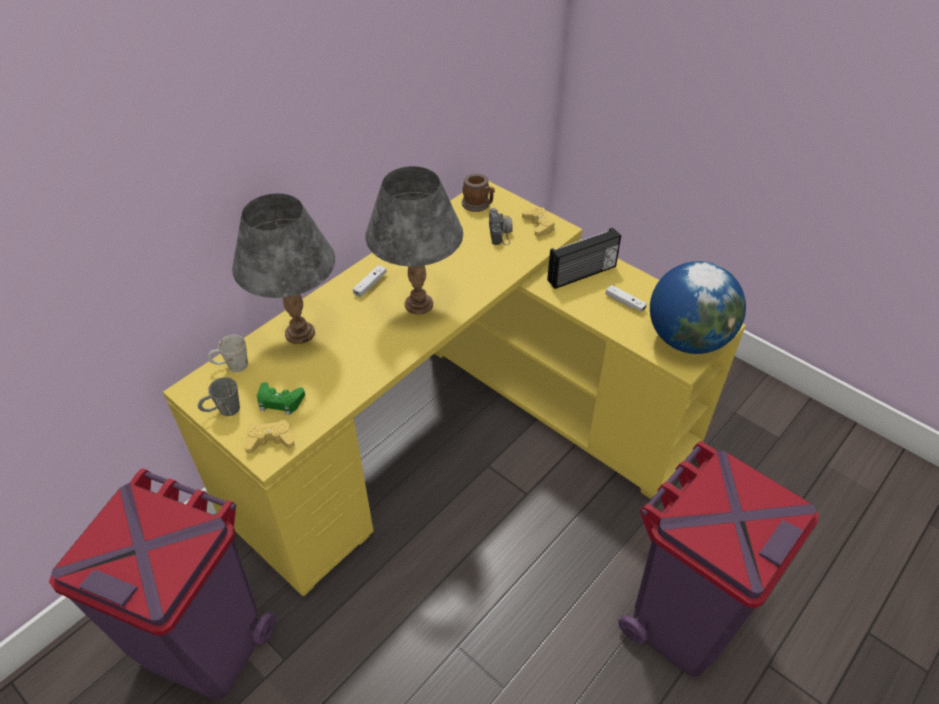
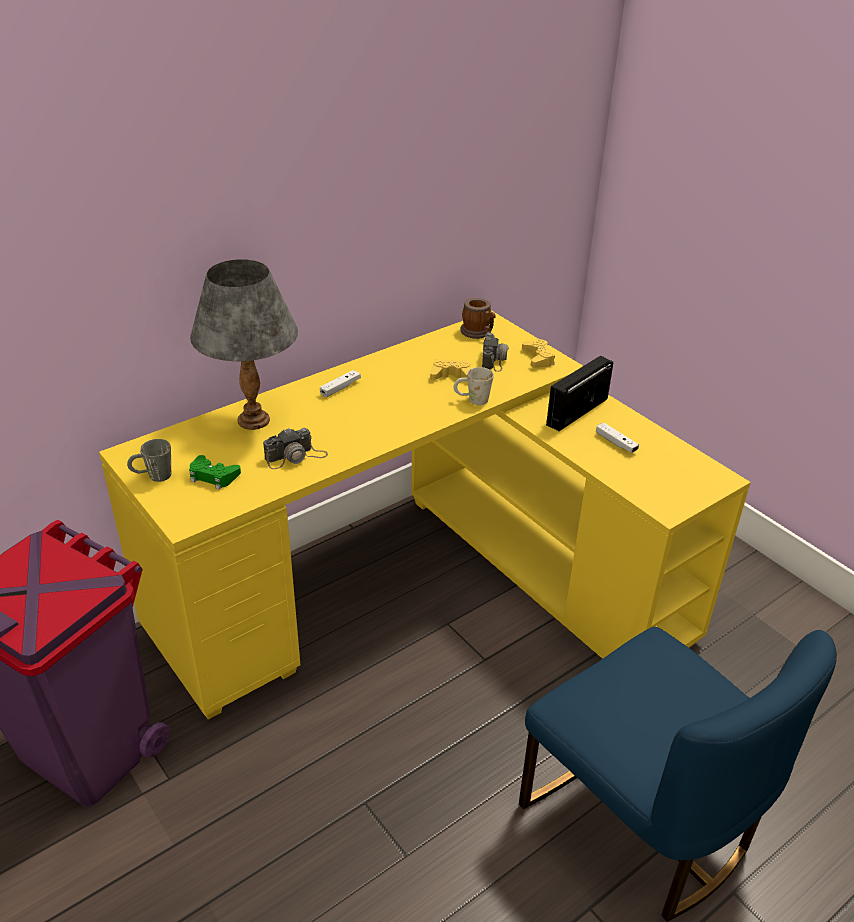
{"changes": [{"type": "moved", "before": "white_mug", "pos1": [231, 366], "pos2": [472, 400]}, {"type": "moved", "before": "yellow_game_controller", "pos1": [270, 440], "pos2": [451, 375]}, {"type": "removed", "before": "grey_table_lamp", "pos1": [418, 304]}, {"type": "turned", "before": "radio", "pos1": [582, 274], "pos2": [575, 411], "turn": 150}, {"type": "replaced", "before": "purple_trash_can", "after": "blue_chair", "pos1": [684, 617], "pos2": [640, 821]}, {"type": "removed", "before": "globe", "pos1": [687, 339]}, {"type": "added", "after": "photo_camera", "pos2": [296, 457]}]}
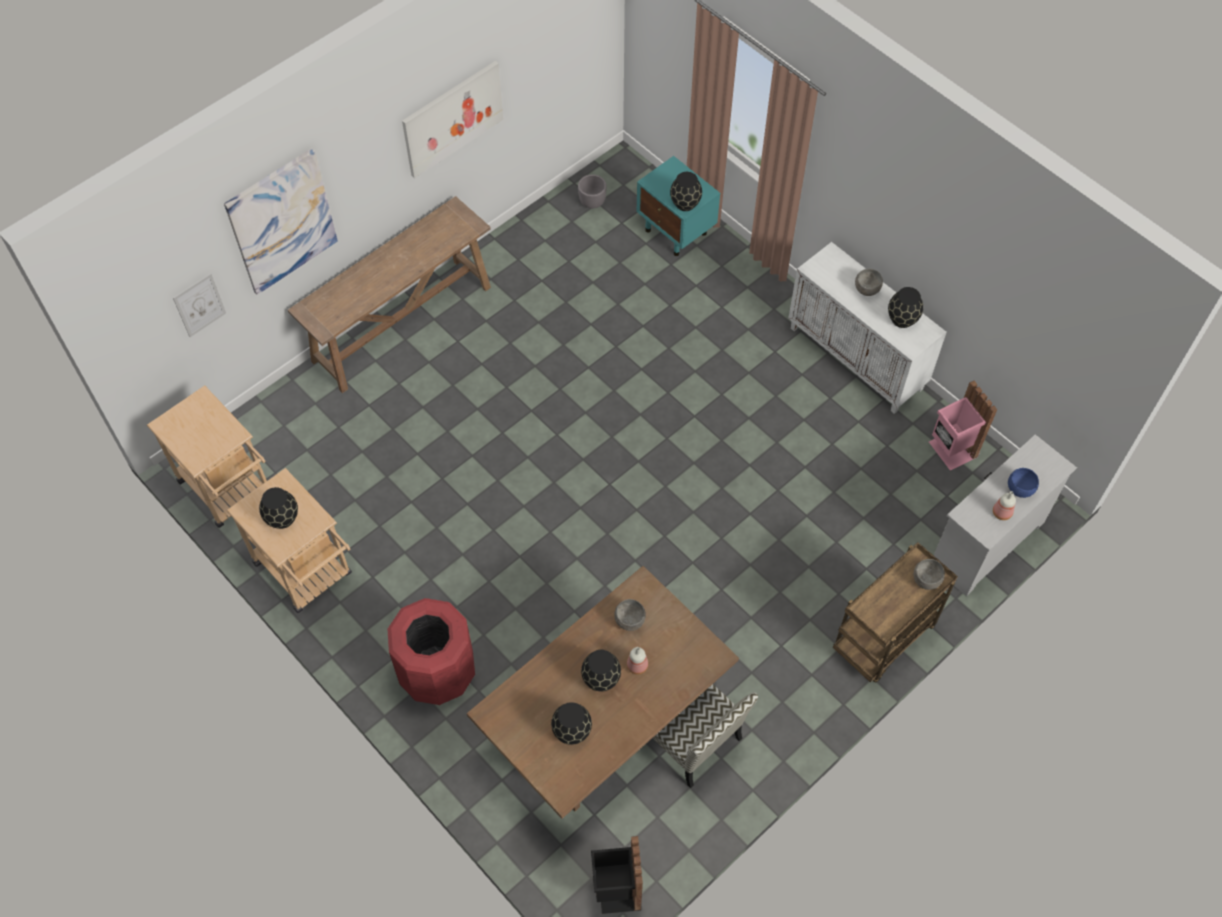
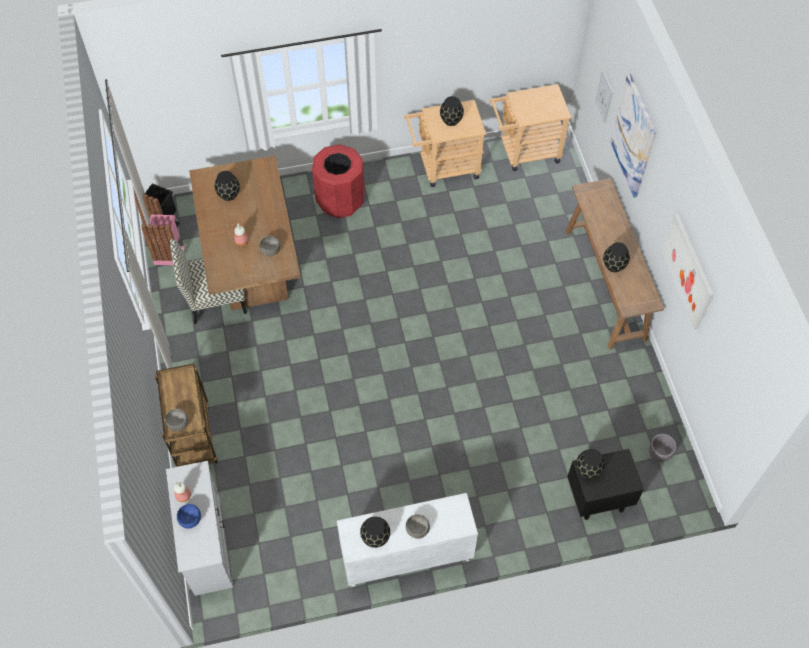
{"changes": [{"type": "moved", "before": "black_vase", "pos1": [601, 679], "pos2": [613, 265]}, {"type": "recoloured", "before": "turquoise_nightstand", "after": "black_nightstand", "pos1": [676, 232], "pos2": [597, 498]}, {"type": "moved", "before": "pink_trash_can", "pos1": [951, 450], "pos2": [169, 254]}]}
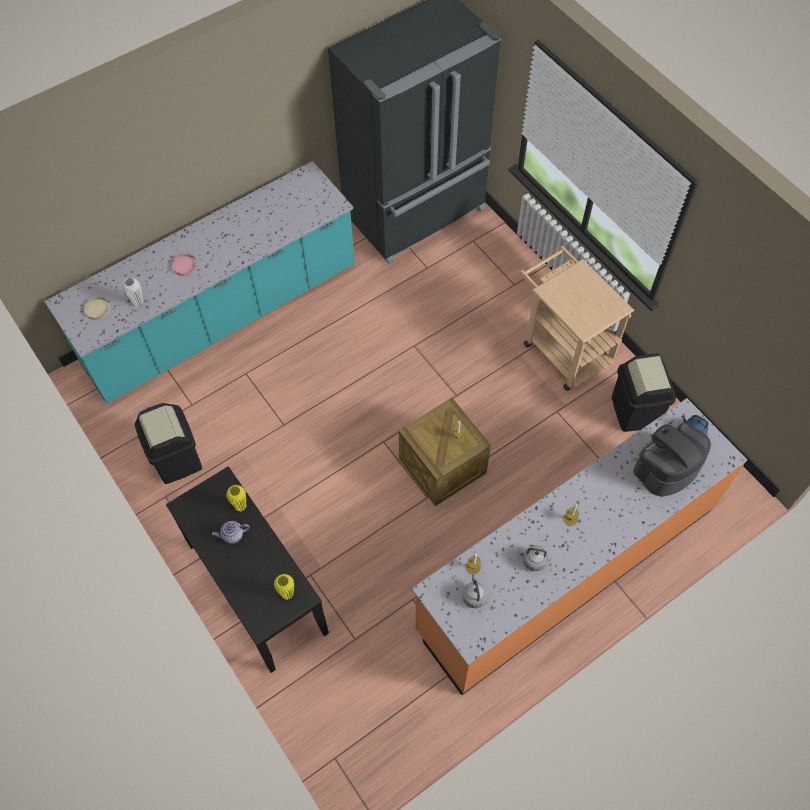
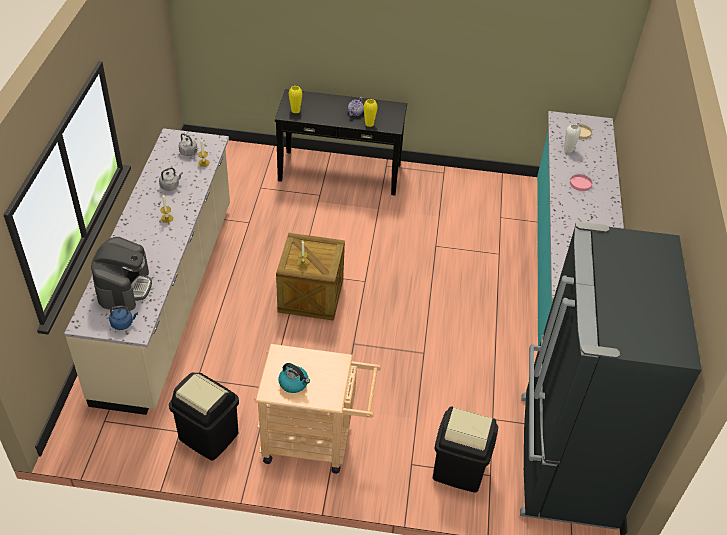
{"changes": [{"type": "moved", "before": "black_trash_can", "pos1": [176, 459], "pos2": [459, 469]}, {"type": "recoloured", "before": "orange_counter", "after": "beige_counter", "pos1": [566, 567], "pos2": [168, 298]}, {"type": "added", "after": "kettle", "pos2": [294, 383]}]}
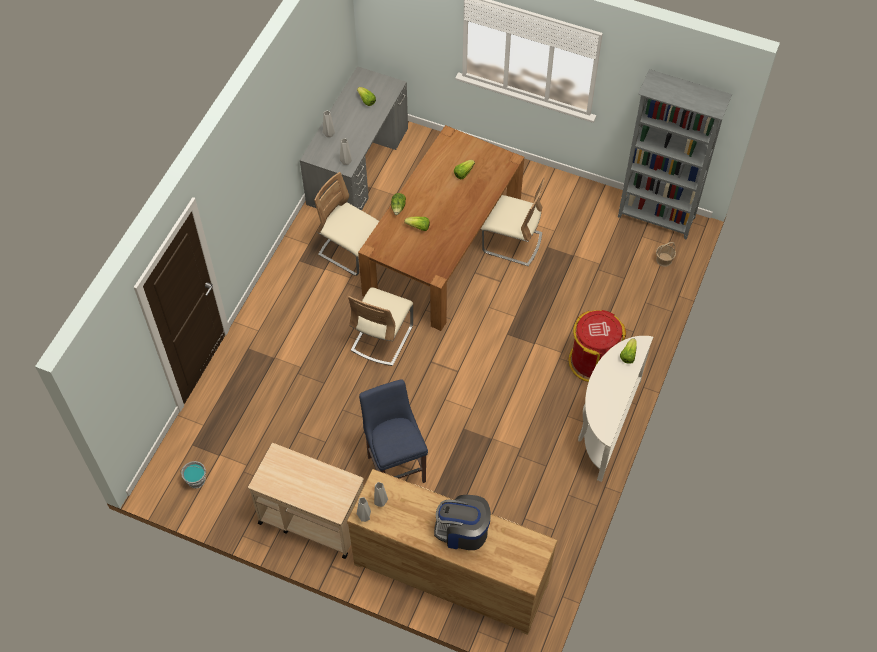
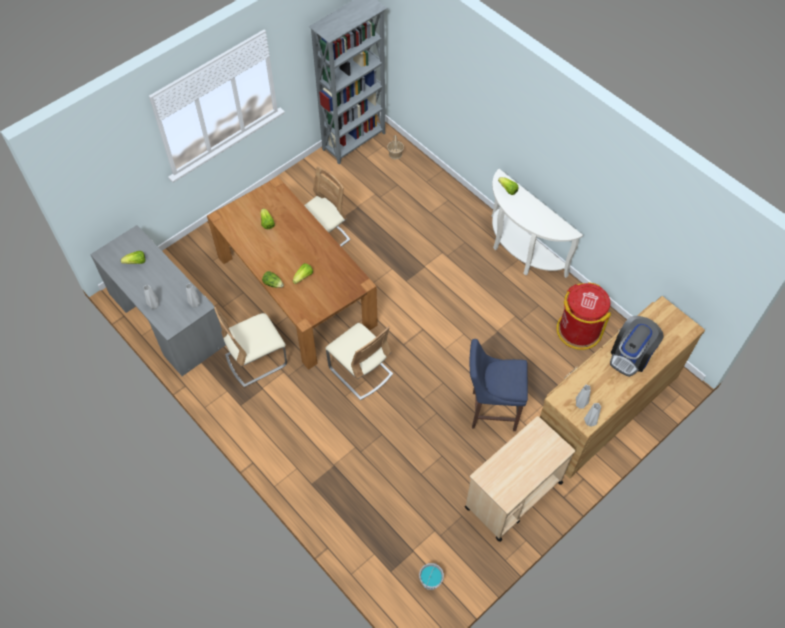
{"changes": [{"type": "moved", "before": "red_trash_can", "pos1": [592, 361], "pos2": [578, 330]}]}
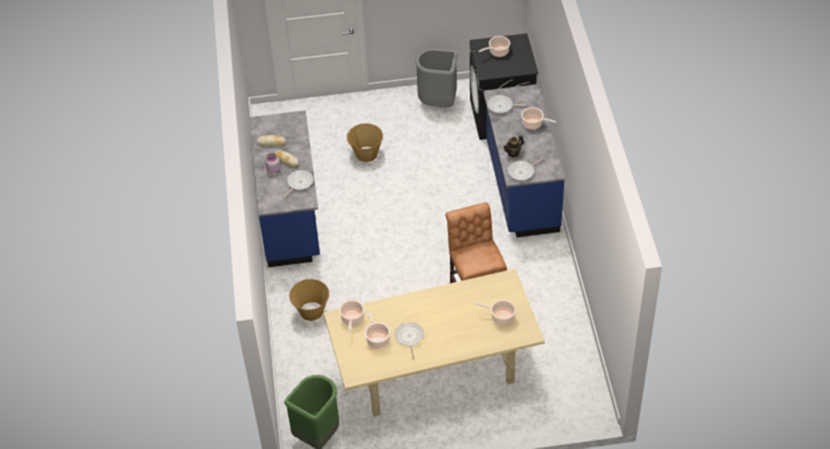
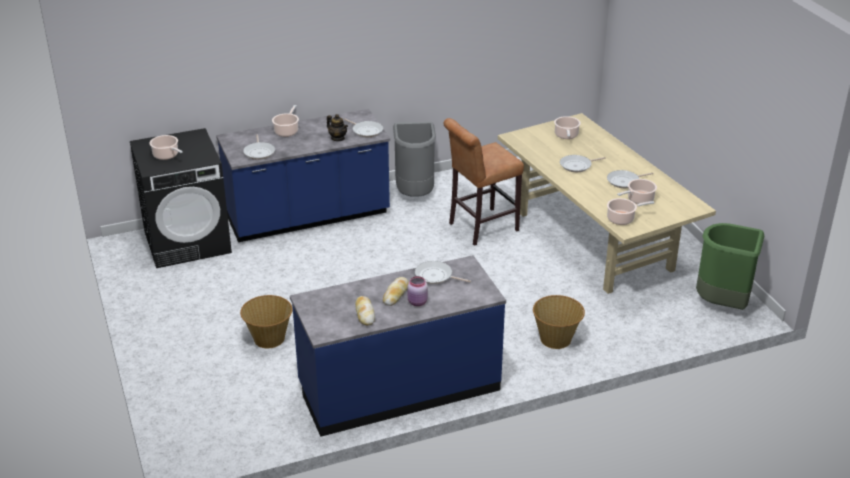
{"changes": [{"type": "moved", "before": "grey_trash_can", "pos1": [438, 103], "pos2": [415, 193]}, {"type": "added", "after": "frying_pan", "pos2": [577, 166]}]}
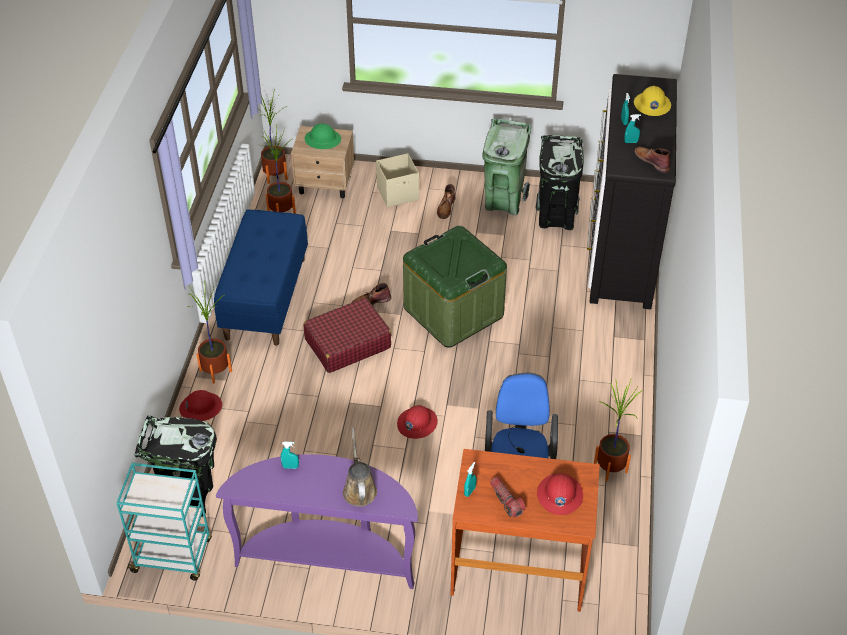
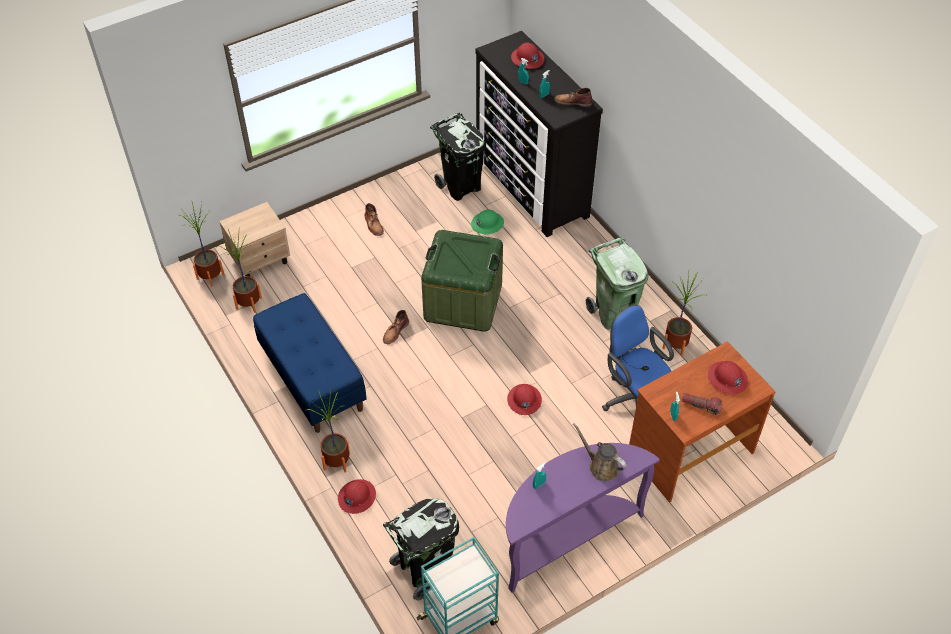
{"changes": [{"type": "removed", "before": "red_suitcase", "pos1": [347, 343]}, {"type": "moved", "before": "green_hard_hat", "pos1": [323, 139], "pos2": [487, 223]}, {"type": "removed", "before": "beige_storage_box", "pos1": [398, 194]}, {"type": "moved", "before": "green_trash_can", "pos1": [503, 202], "pos2": [613, 313]}, {"type": "recoloured", "before": "yellow_hard_hat", "after": "red_hard_hat", "pos1": [651, 105], "pos2": [527, 59]}]}
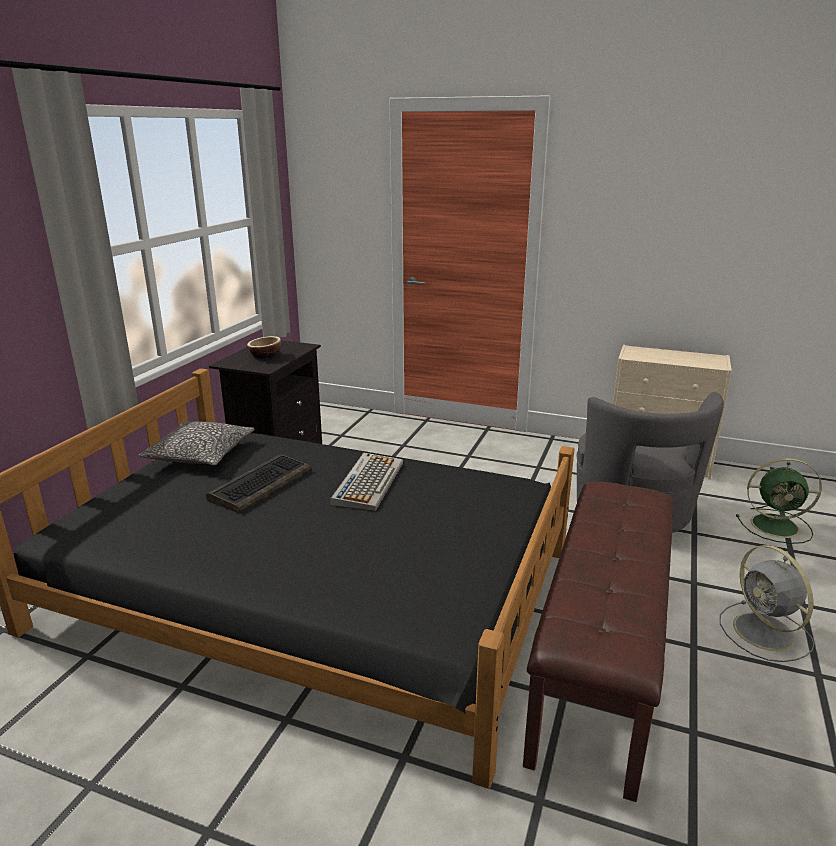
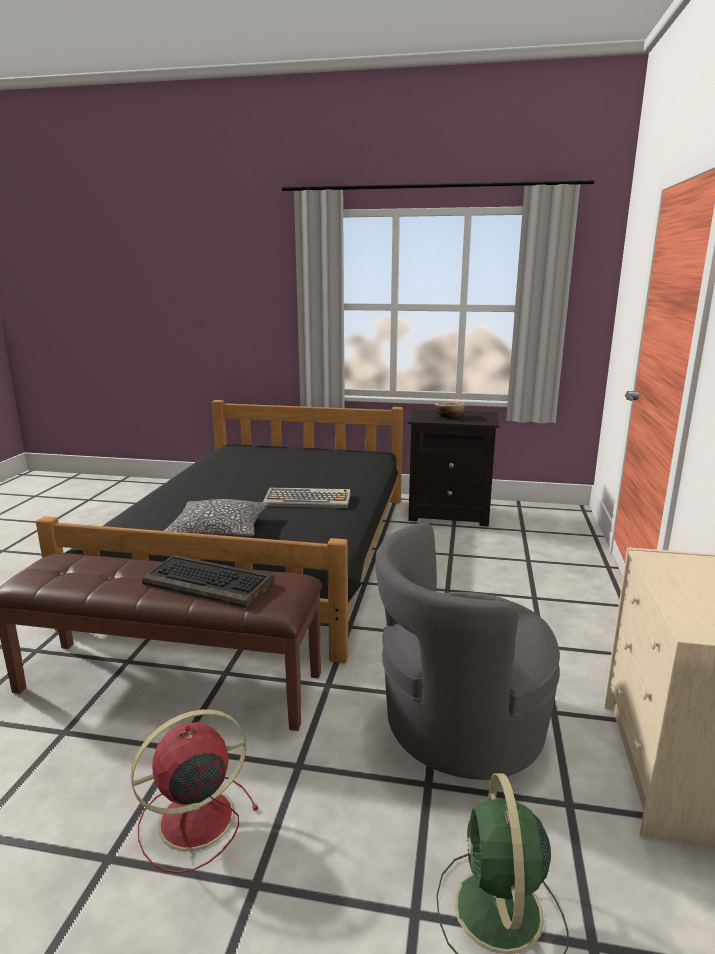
{"changes": [{"type": "moved", "before": "pillow", "pos1": [200, 454], "pos2": [219, 531]}, {"type": "moved", "before": "keyboard", "pos1": [261, 484], "pos2": [210, 583]}, {"type": "recoloured", "before": "grey_fan", "after": "red_fan", "pos1": [765, 633], "pos2": [193, 820]}]}
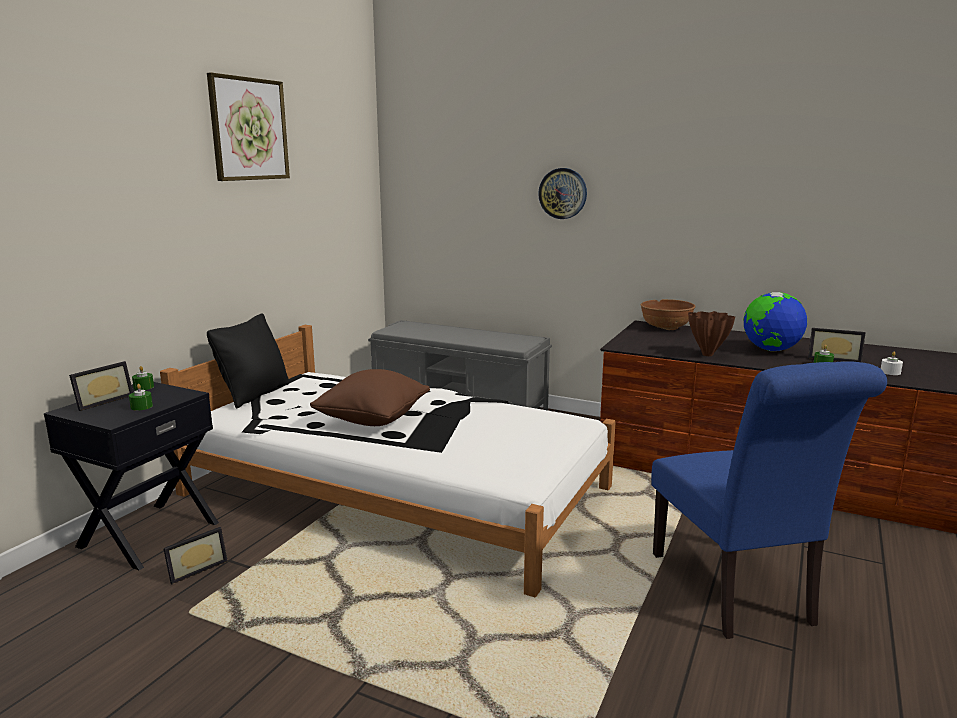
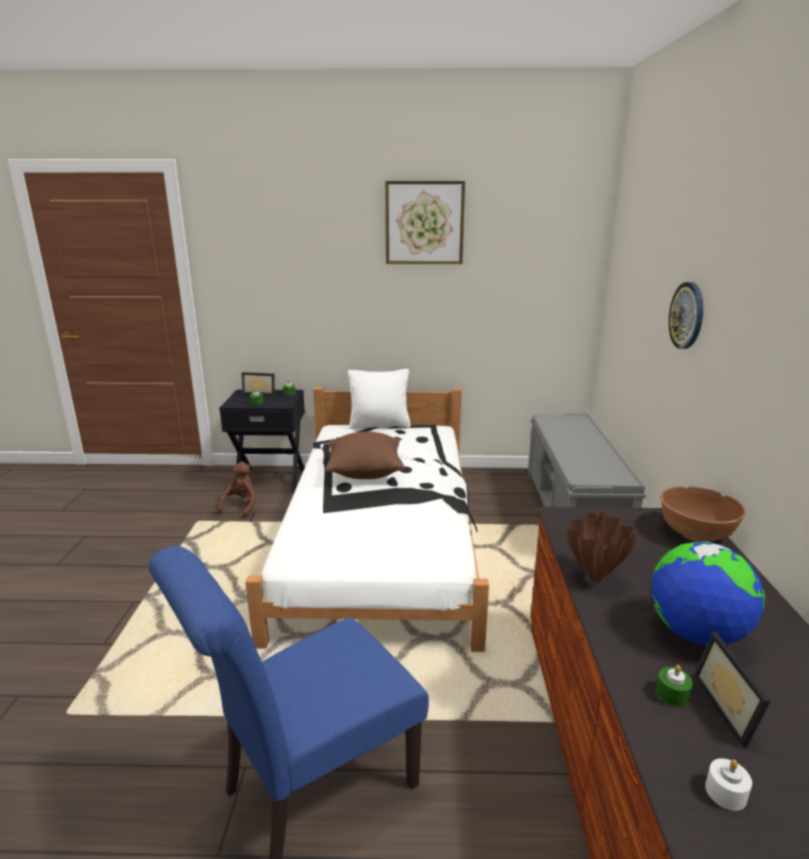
{"changes": [{"type": "replaced", "before": "picture_frame", "after": "brown_plush_toy", "pos1": [196, 568], "pos2": [241, 506]}, {"type": "recoloured", "before": "black_pillow", "after": "white_pillow", "pos1": [255, 394], "pos2": [379, 425]}]}
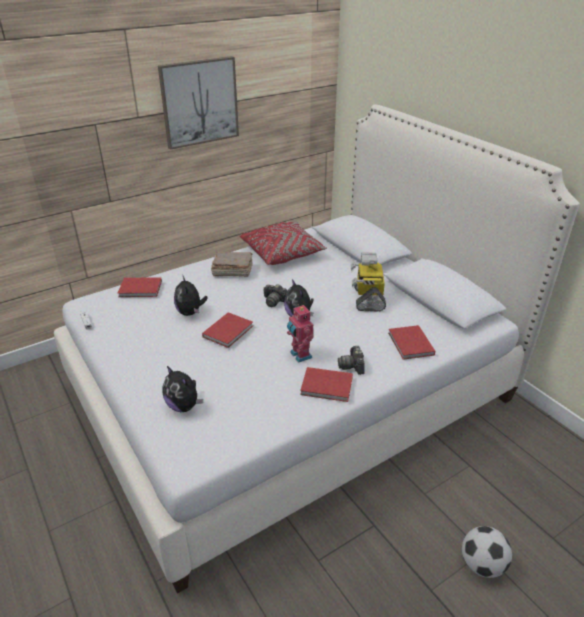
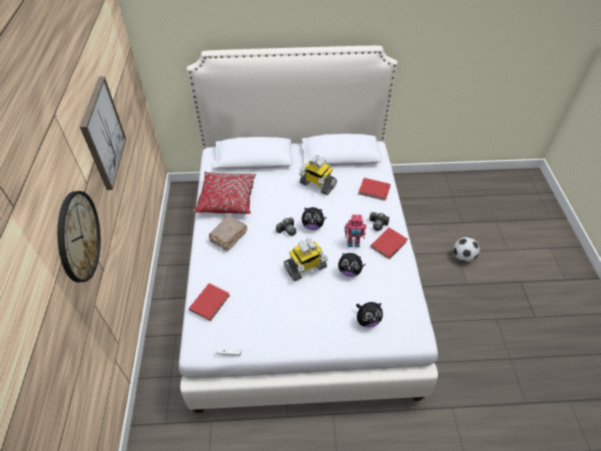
{"changes": [{"type": "moved", "before": "plush_toy", "pos1": [190, 312], "pos2": [349, 271]}, {"type": "replaced", "before": "red_book", "after": "toy_robot", "pos1": [229, 331], "pos2": [305, 268]}, {"type": "added", "after": "wall_clock", "pos2": [78, 236]}]}
